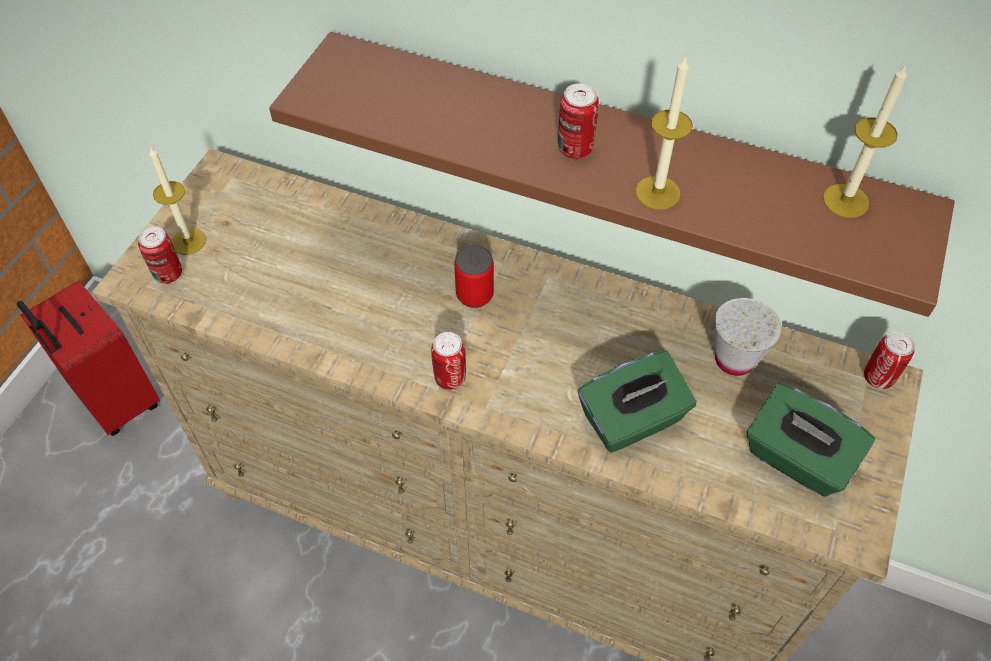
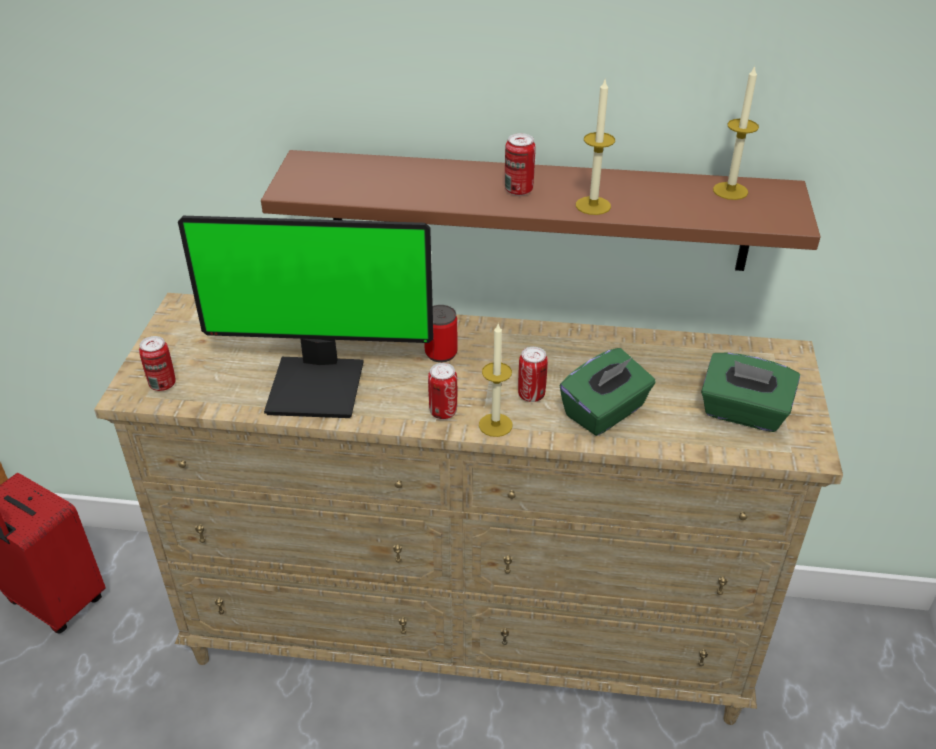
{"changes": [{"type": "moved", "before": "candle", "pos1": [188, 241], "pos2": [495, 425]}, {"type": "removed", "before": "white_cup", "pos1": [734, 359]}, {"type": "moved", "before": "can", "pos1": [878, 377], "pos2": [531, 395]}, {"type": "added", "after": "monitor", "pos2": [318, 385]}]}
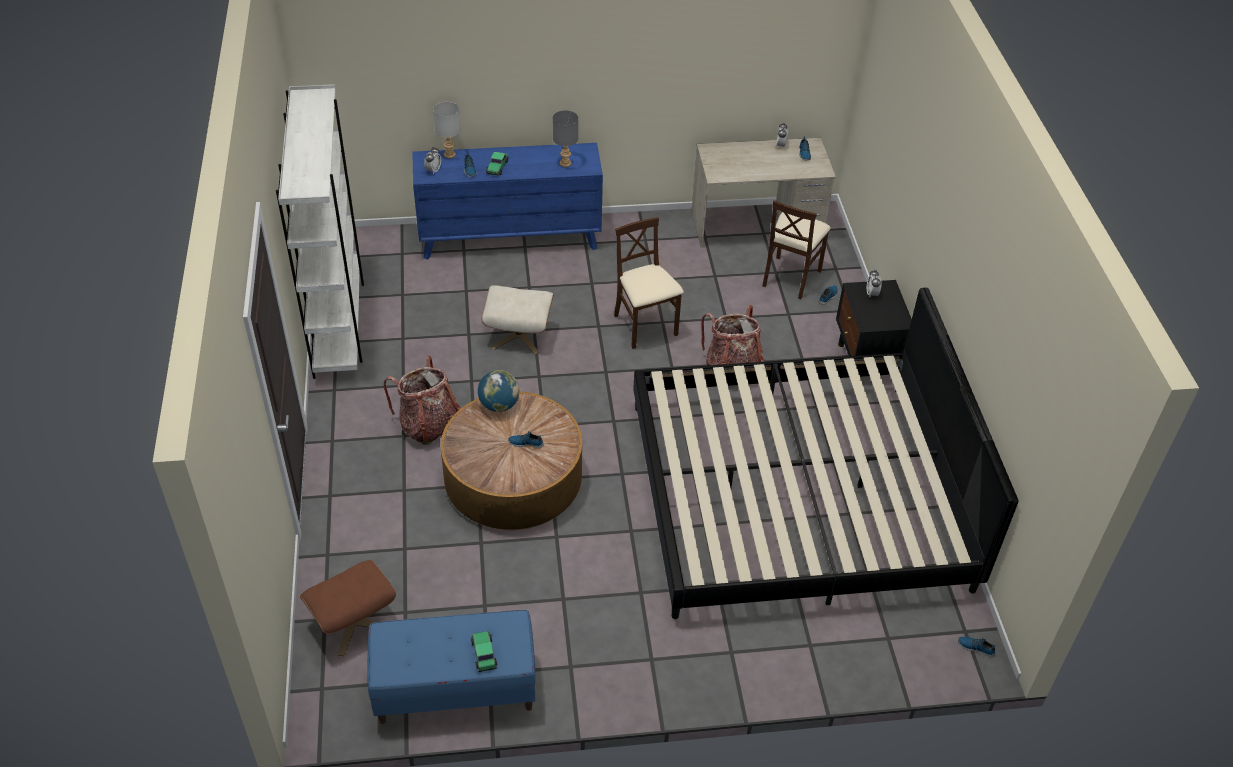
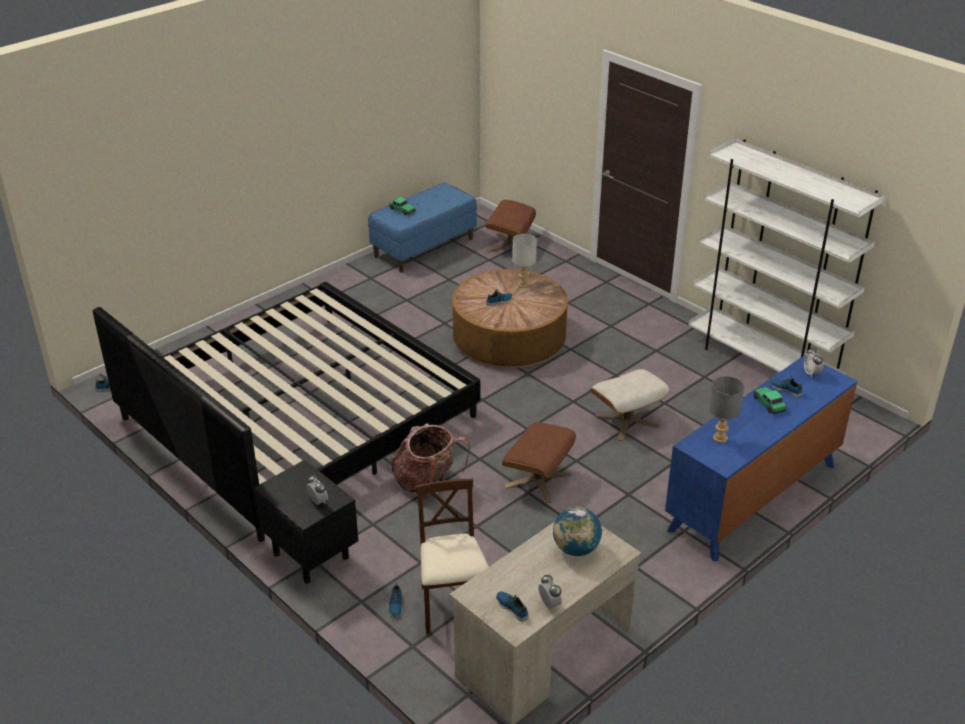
{"changes": [{"type": "removed", "before": "backpack", "pos1": [429, 425]}, {"type": "moved", "before": "grey_table_lamp", "pos1": [450, 154], "pos2": [523, 285]}, {"type": "moved", "before": "globe", "pos1": [499, 405], "pos2": [576, 549]}, {"type": "replaced", "before": "beige_chair", "after": "brown_ottoman", "pos1": [645, 326], "pos2": [538, 480]}]}
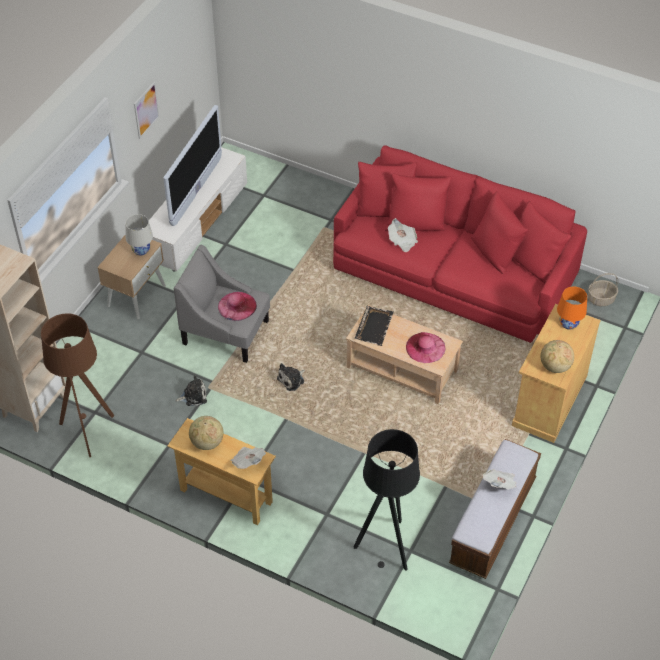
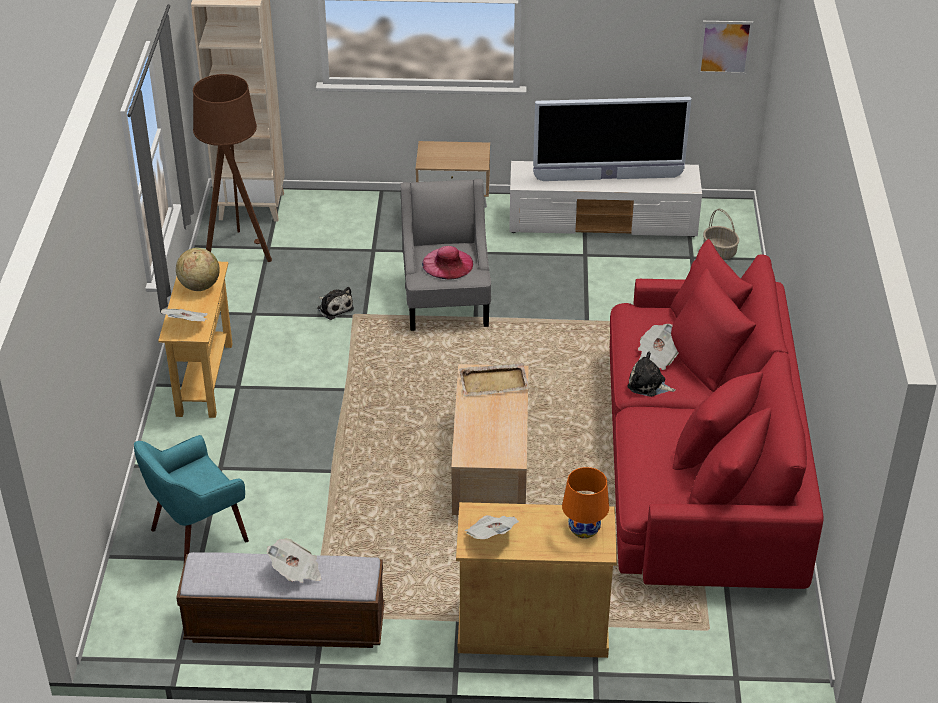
{"changes": [{"type": "removed", "before": "white_table_lamp", "pos1": [141, 250]}, {"type": "moved", "before": "picture", "pos1": [146, 110], "pos2": [725, 47]}, {"type": "moved", "before": "plush_toy", "pos1": [292, 379], "pos2": [648, 385]}, {"type": "replaced", "before": "black_floor_lamp", "after": "turquoise_armchair", "pos1": [386, 546], "pos2": [197, 534]}, {"type": "recoloured", "before": "black_tray", "after": "beige_tray", "pos1": [374, 326], "pos2": [494, 382]}, {"type": "removed", "before": "pink_hat", "pos1": [425, 347]}, {"type": "replaced", "before": "globe", "after": "newspaper", "pos1": [555, 366], "pos2": [491, 536]}, {"type": "moved", "before": "basket", "pos1": [601, 299], "pos2": [719, 252]}]}
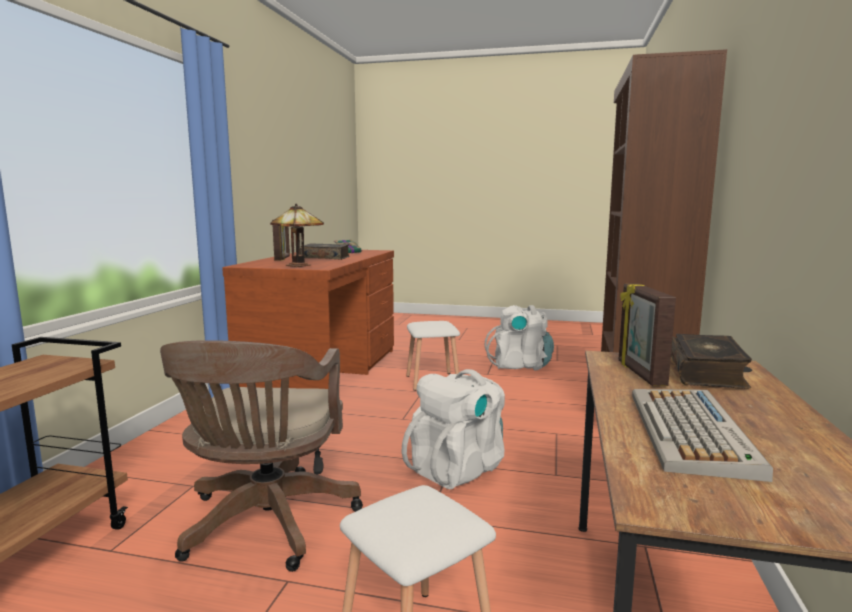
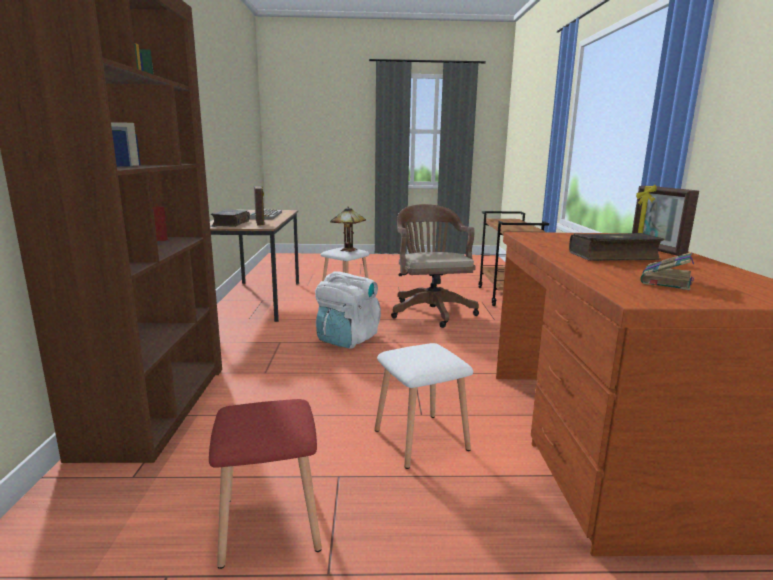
{"changes": [{"type": "moved", "before": "table_lamp", "pos1": [299, 265], "pos2": [348, 250]}, {"type": "replaced", "before": "white_backpack", "after": "red_stool", "pos1": [520, 365], "pos2": [271, 525]}]}
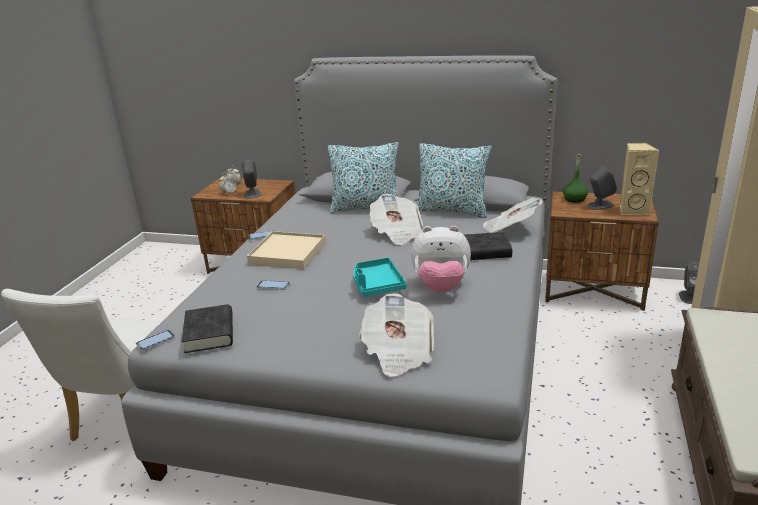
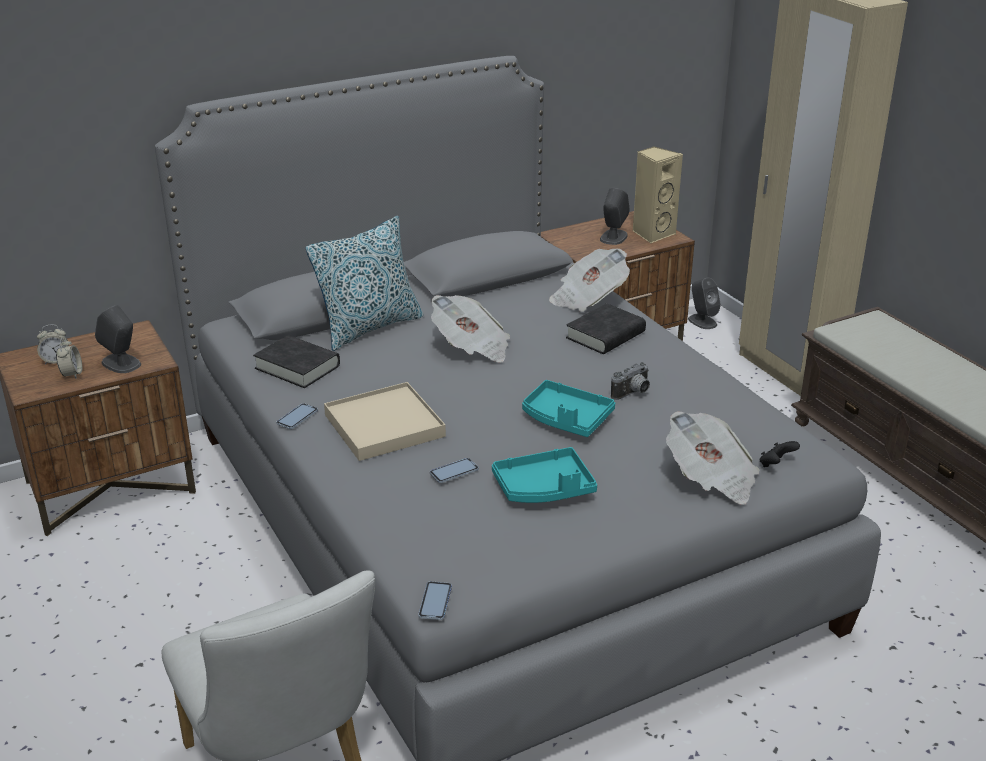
{"changes": [{"type": "moved", "before": "black_book", "pos1": [209, 333], "pos2": [297, 367]}, {"type": "replaced", "before": "plush_toy", "after": "photo_camera", "pos1": [441, 287], "pos2": [633, 394]}, {"type": "removed", "before": "pillow", "pos1": [452, 211]}, {"type": "removed", "before": "green_bottle", "pos1": [574, 199]}, {"type": "added", "after": "turquoise_tray", "pos2": [544, 488]}, {"type": "added", "after": "black_game_controller", "pos2": [776, 464]}]}
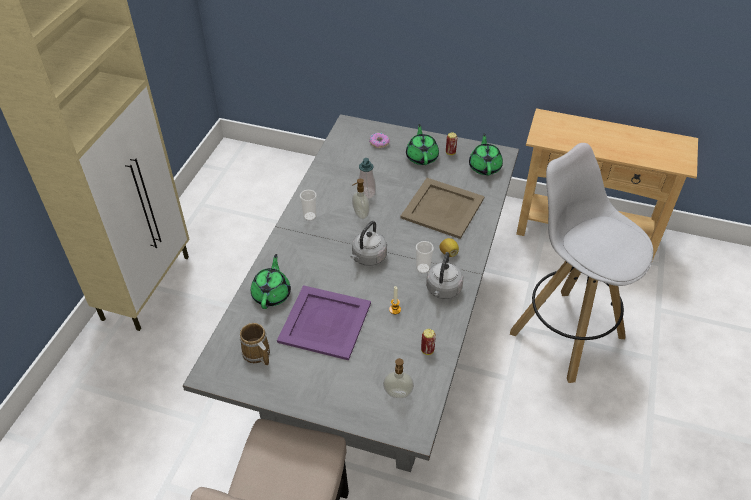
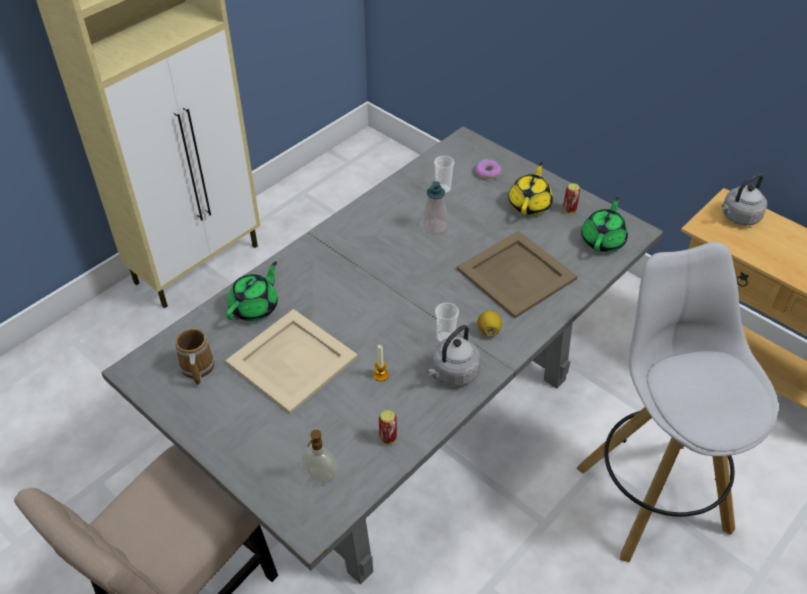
{"changes": [{"type": "recoloured", "before": "purple_tray", "after": "beige_tray", "pos1": [326, 322], "pos2": [293, 360]}, {"type": "moved", "before": "cup", "pos1": [310, 216], "pos2": [443, 189]}, {"type": "moved", "before": "grey_kettle", "pos1": [368, 258], "pos2": [738, 217]}, {"type": "removed", "before": "soap_dispenser", "pos1": [360, 214]}, {"type": "recoloured", "before": "green_teapot", "after": "yellow_teapot", "pos1": [422, 157], "pos2": [530, 204]}]}
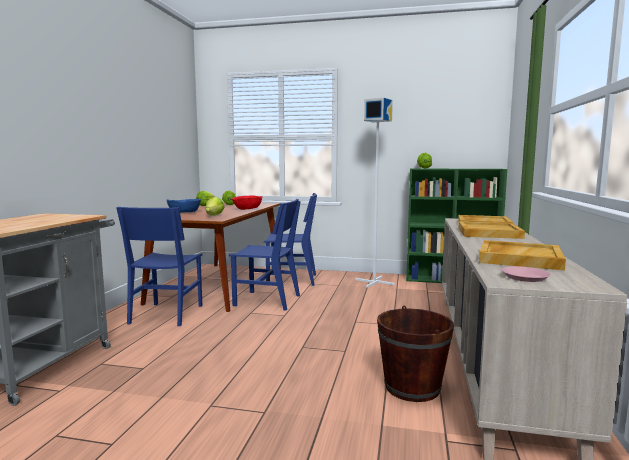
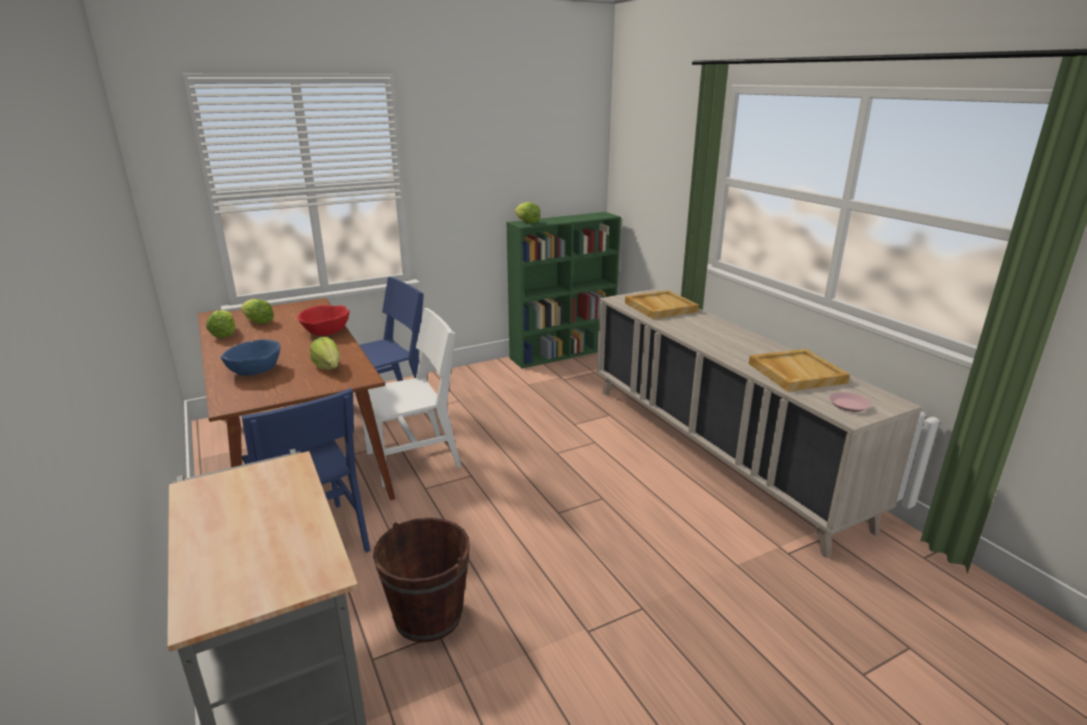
{"changes": [{"type": "recoloured", "before": "blue_chair", "after": "white_chair", "pos1": [267, 300], "pos2": [413, 459]}, {"type": "removed", "before": "white_floor_lamp", "pos1": [374, 282]}, {"type": "moved", "before": "brown_bucket", "pos1": [412, 387], "pos2": [428, 616]}, {"type": "removed", "before": "beige_tray", "pos1": [488, 233]}]}
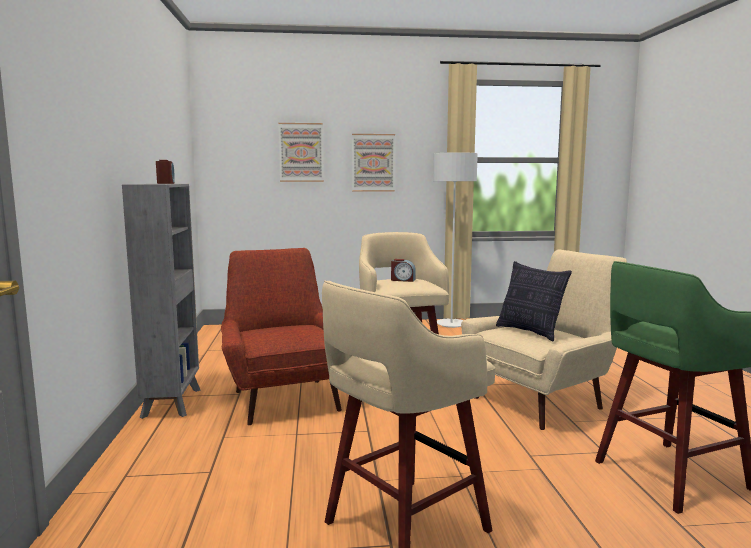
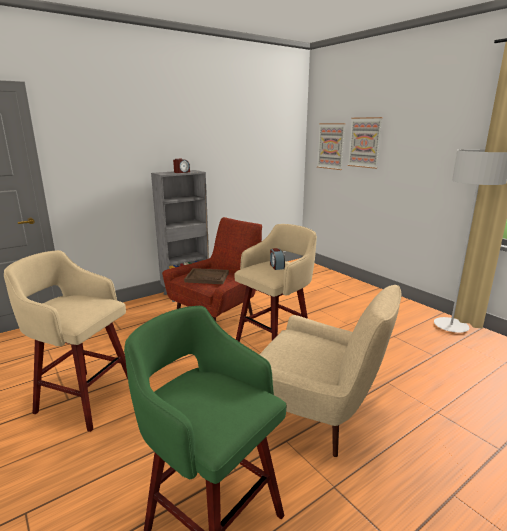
{"changes": [{"type": "moved", "before": "picture", "pos1": [373, 163], "pos2": [331, 146]}, {"type": "removed", "before": "pillow", "pos1": [530, 332]}, {"type": "added", "after": "brown_tray", "pos2": [207, 277]}]}
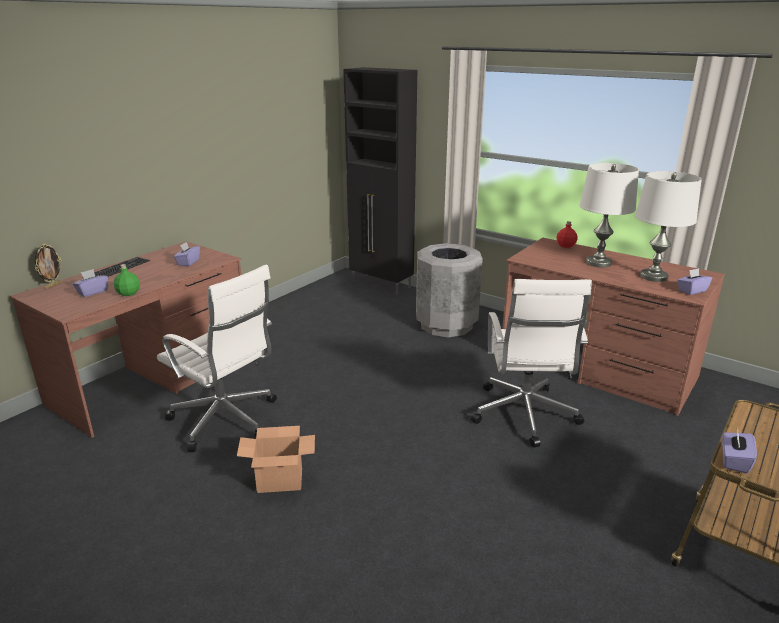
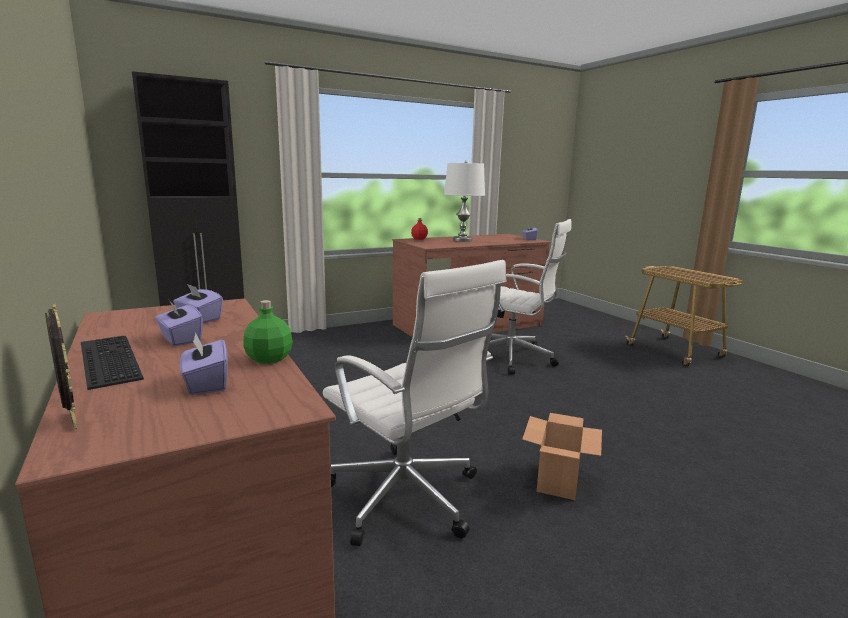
{"changes": [{"type": "turned", "before": "white_office_chair", "pos1": [226, 421], "pos2": [406, 499], "turn": 75}, {"type": "removed", "before": "grey_trash_can", "pos1": [446, 325]}, {"type": "removed", "before": "white_table_lamp", "pos1": [653, 276]}, {"type": "moved", "before": "purple_tissue_box", "pos1": [734, 461], "pos2": [180, 339]}]}
